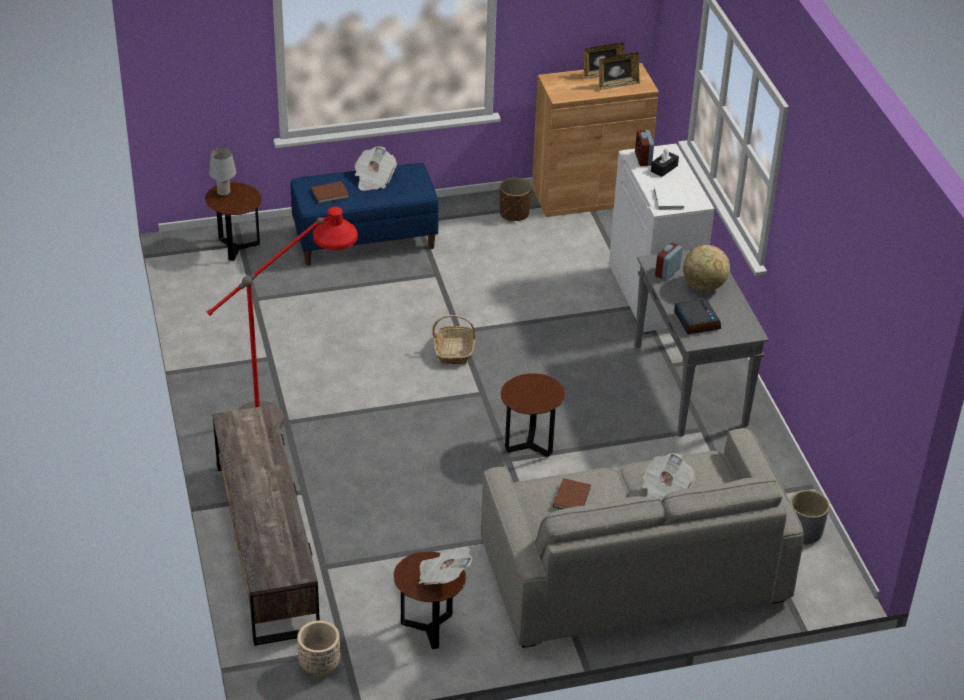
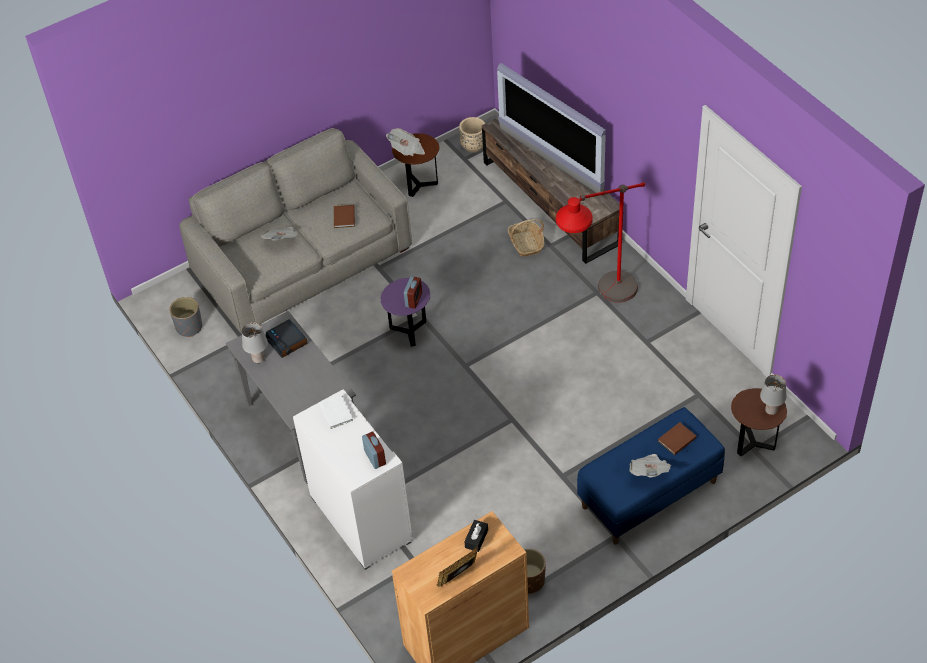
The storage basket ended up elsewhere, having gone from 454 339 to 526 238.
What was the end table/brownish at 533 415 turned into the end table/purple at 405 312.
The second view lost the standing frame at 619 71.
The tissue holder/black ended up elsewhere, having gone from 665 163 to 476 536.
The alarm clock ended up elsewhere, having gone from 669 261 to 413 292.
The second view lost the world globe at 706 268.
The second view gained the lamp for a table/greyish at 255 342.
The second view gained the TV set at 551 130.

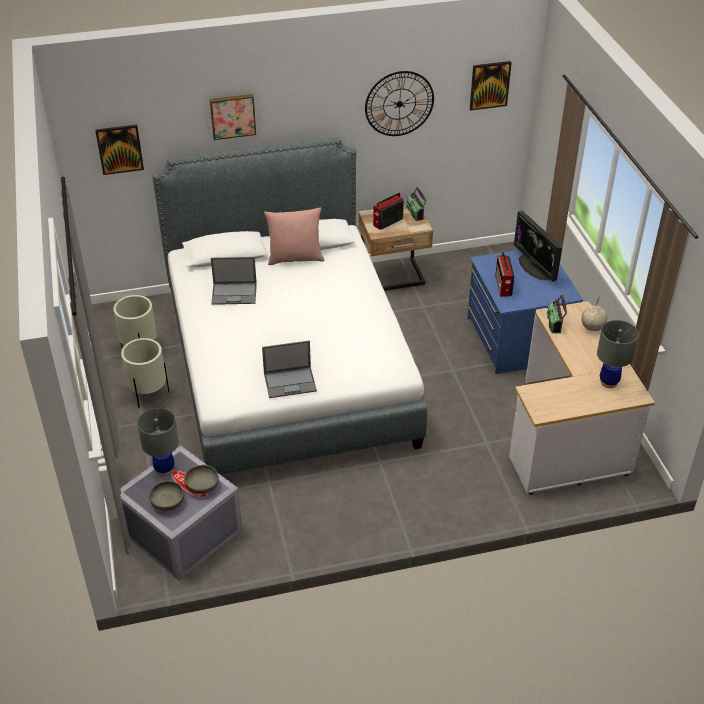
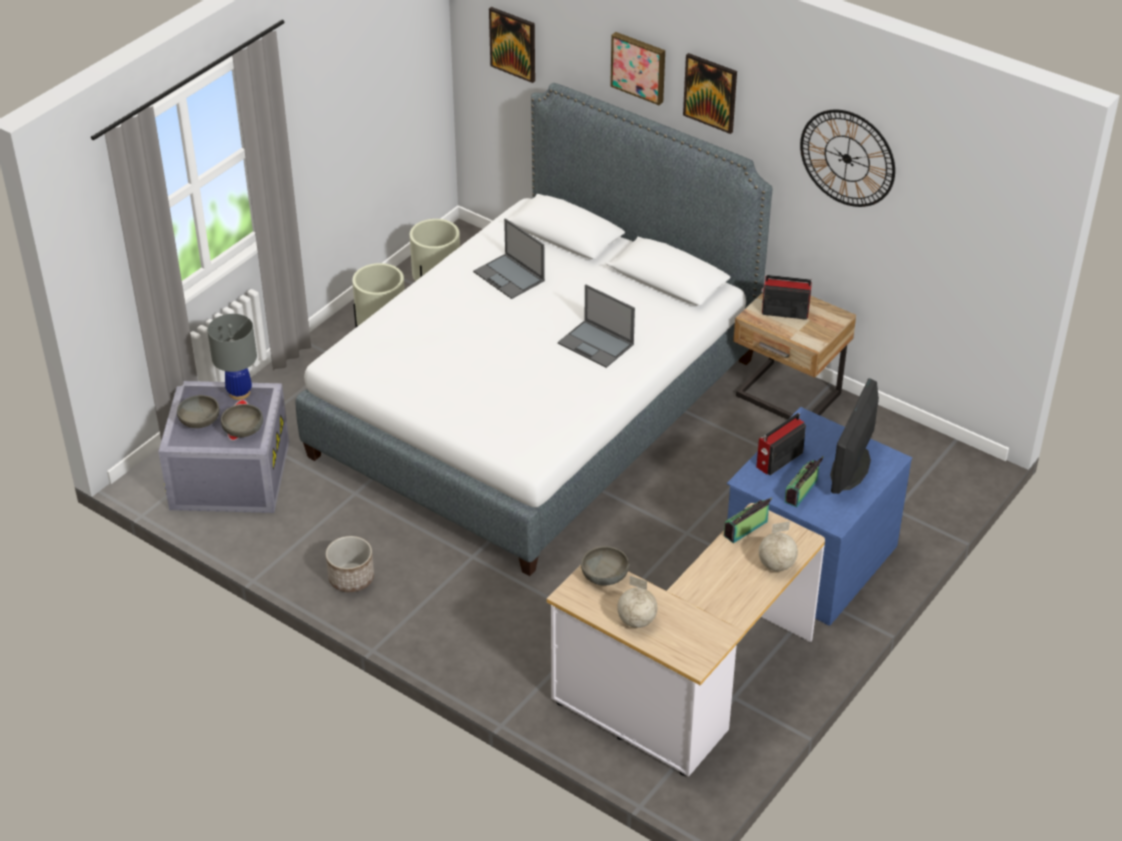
The portable computer ended up elsewhere, having gone from 289 369 to 596 326.
The second view lost the throw pillow/pinkish at 294 236.
The radio ended up elsewhere, having gone from 416 204 to 804 481.
The wall art ended up elsewhere, having gone from 491 85 to 710 93.
The second view lost the lamp for a table/greyish at 618 354.
The second view gained the planter at 350 564.
The second view gained the deep dish/greyish at 605 566.
The second view gained the world globe at 637 602.

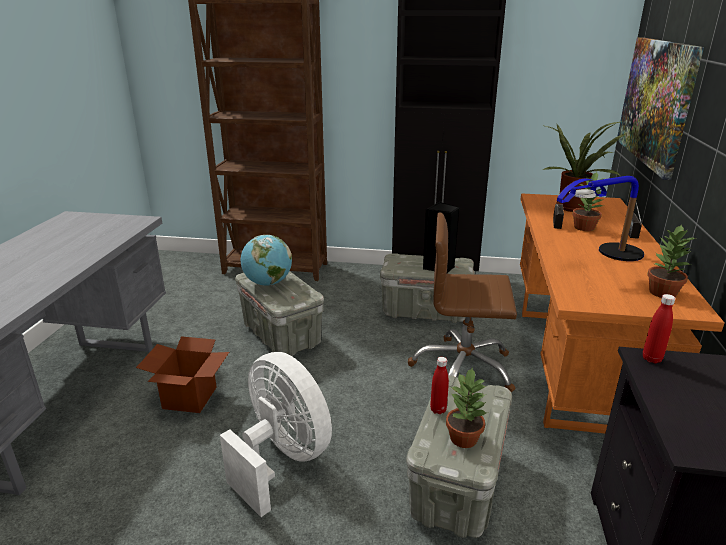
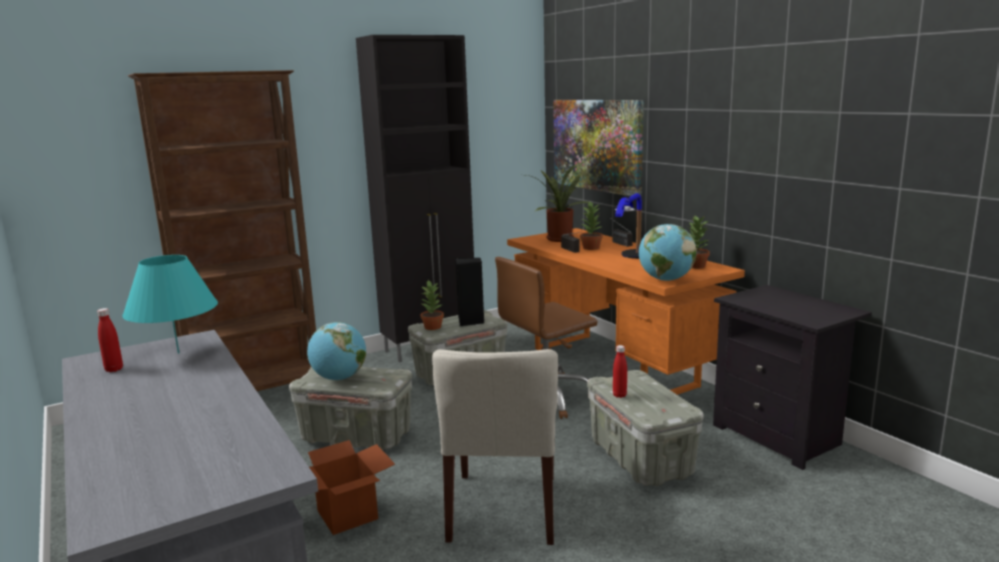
Where the fan/white stood at 276 434, the chair/sand-coloured came to stand at 495 447.
The potted plant ended up elsewhere, having gone from 466 407 to 432 305.
The beverage bottle/red ended up elsewhere, having gone from 659 328 to 110 340.
The second view gained the lamp for a table/blue-green at 170 304.
The second view gained the world globe at 668 252.

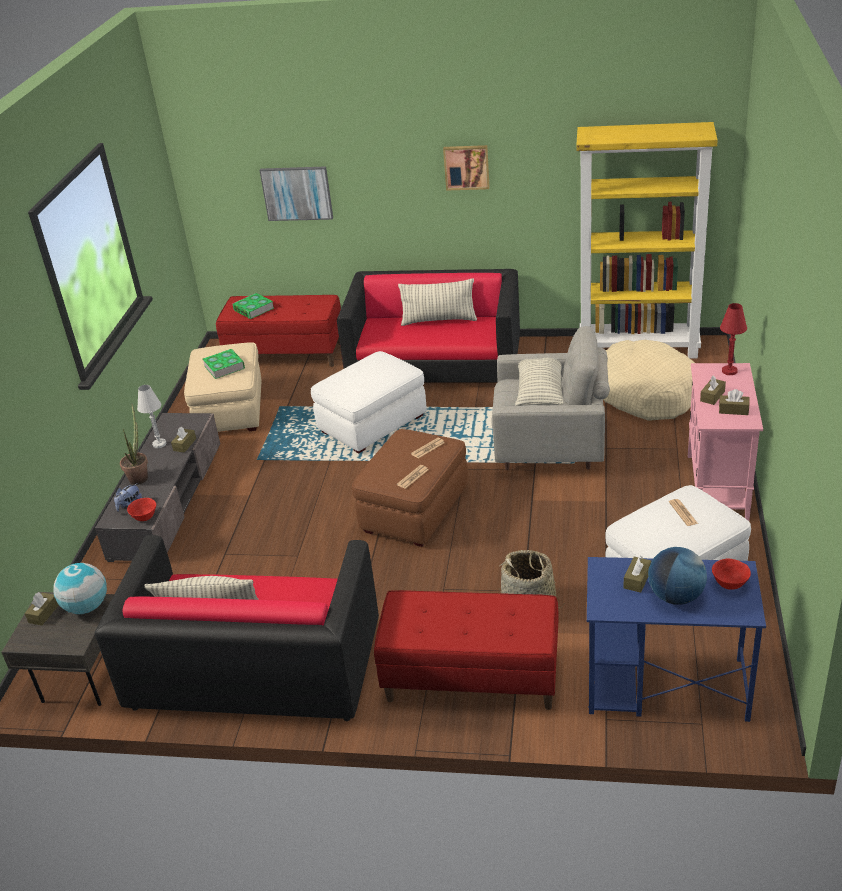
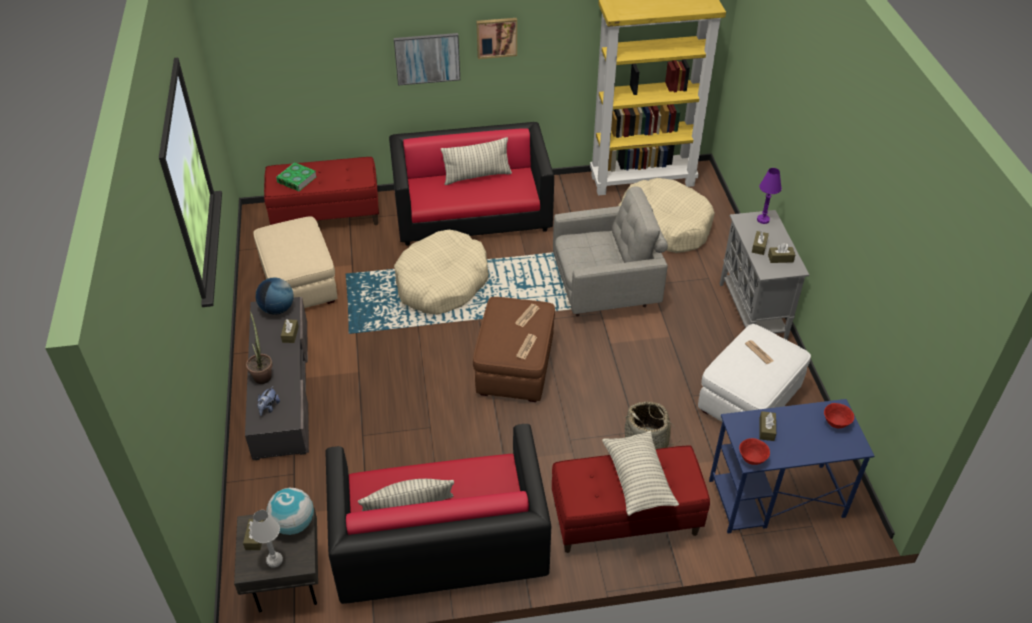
The deep dish/red ended up elsewhere, having gone from 141 509 to 754 451.
The lamp for a table/white ended up elsewhere, having gone from 152 416 to 267 539.
The second view lost the bound book at 224 364.
The wall art ended up elsewhere, having gone from 296 193 to 427 59.
Where the footrest/white stood at 369 402, the pet bed/sand-coloured came to stand at 441 272.
The throw pillow ended up elsewhere, having gone from 539 382 to 640 473.
The world globe ended up elsewhere, having gone from 677 576 to 274 296.
What was the storage cabinet/pinkish at 725 442 turned into the storage cabinet/greyish at 764 275.
What was the lamp for a table/red at 733 339 turned into the lamp for a table/purple at 769 196.

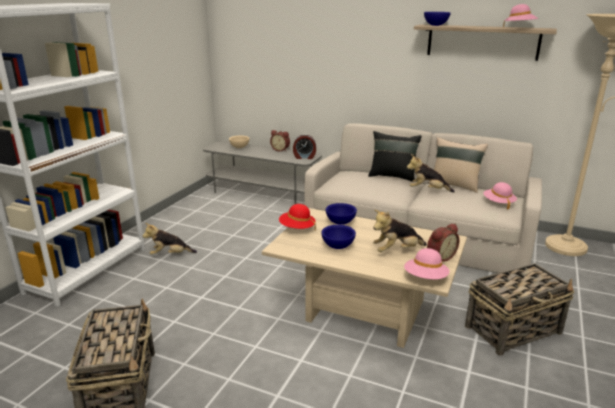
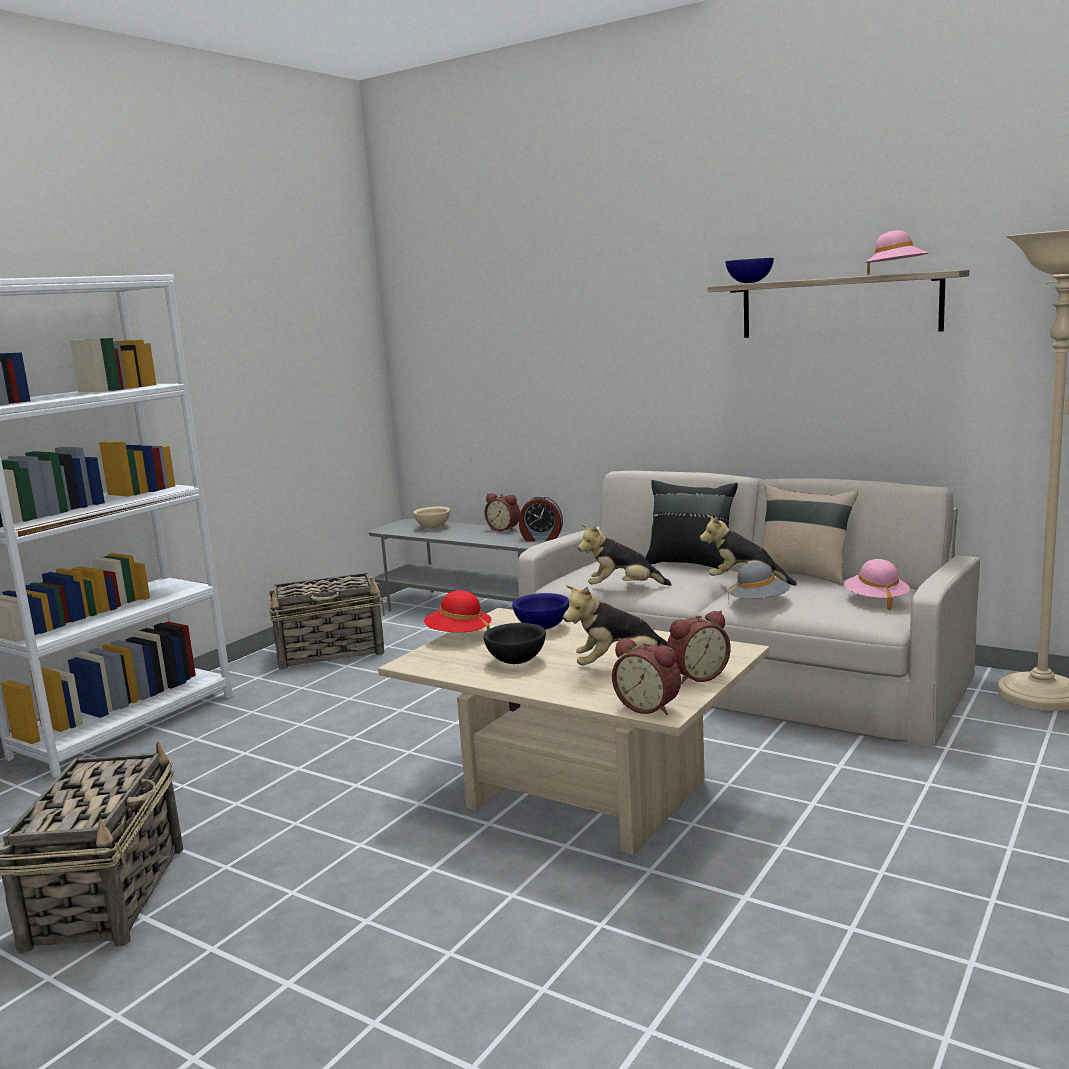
The plush toy ended up elsewhere, having gone from 170 239 to 625 555.
What was the deep dish/bluish at 338 237 turned into the deep dish/black at 514 643.
Where the wearable hat/pinkish stood at 427 263, the alarm clock came to stand at 646 676.
The storage basket ended up elsewhere, having gone from 519 309 to 327 621.
The second view gained the wearable hat/greyish at 759 582.

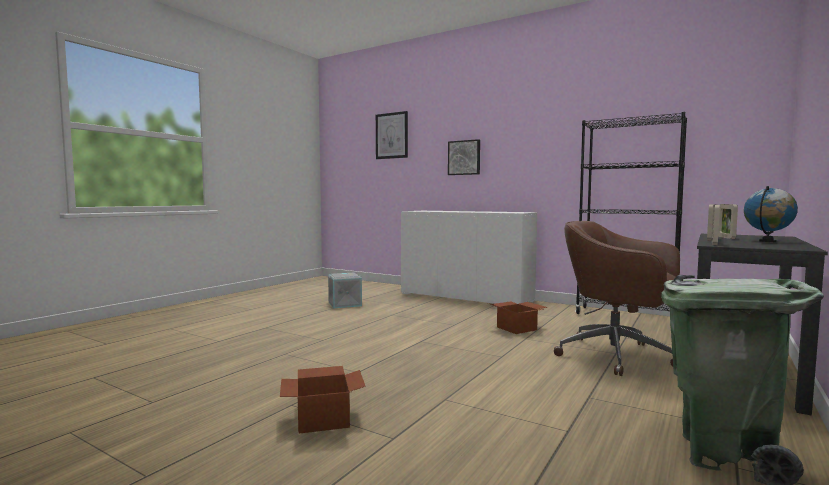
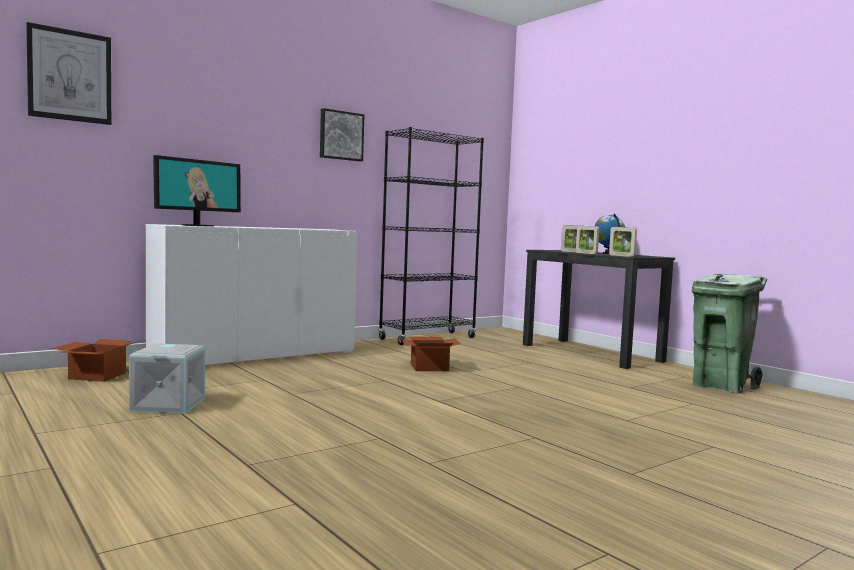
The packing box ended up elsewhere, having gone from 323 400 to 96 360.
The wall art ended up elsewhere, having gone from 464 157 to 342 134.
The second view lost the desk chair/brownish at 617 298.
The second view gained the computer screen at 197 191.

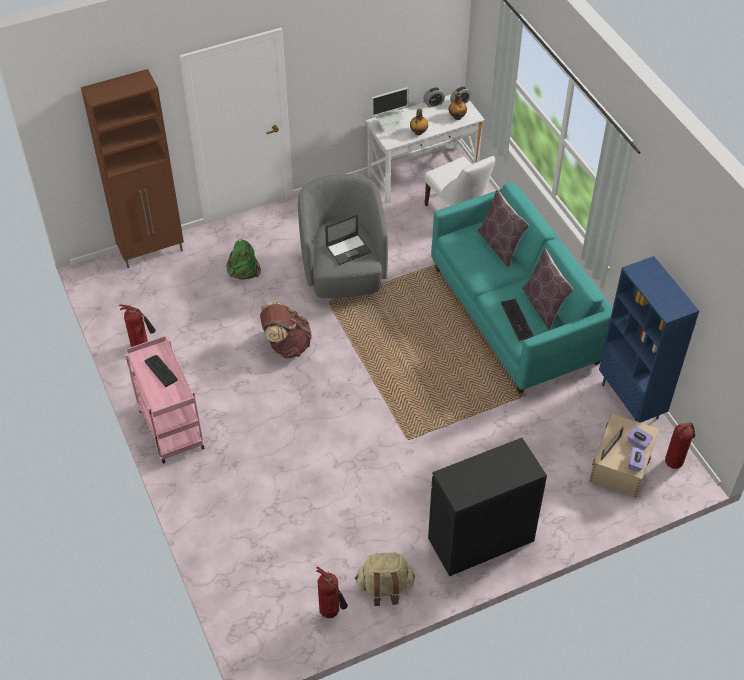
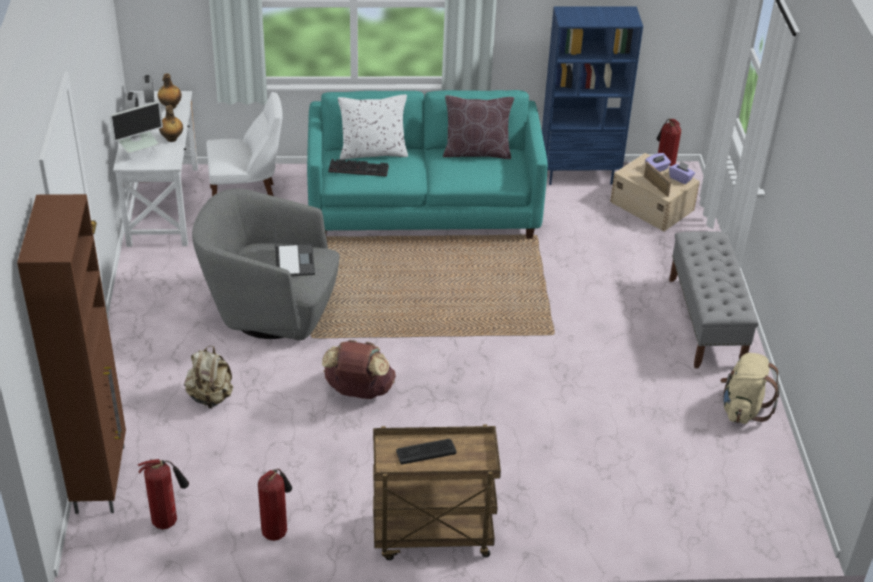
What was the trolley/pinkish at 165 400 turned into the trolley/brownish at 437 492.
What was the knapsack/green-coloured at 243 259 turned into the knapsack/sand-coloured at 208 377.
The fire extinguisher ended up elsewhere, having gone from 332 592 to 163 494.
The computer screen at 390 106 ended up facing another way, 60 degrees clockwise from before.
Where the storage cabinet/black stood at 487 507, the long seat/greyish came to stand at 714 299.
What was the throw pillow/brownish at 503 228 turned into the throw pillow/white at 373 127.
The keyboard ended up elsewhere, having gone from 517 320 to 358 168.

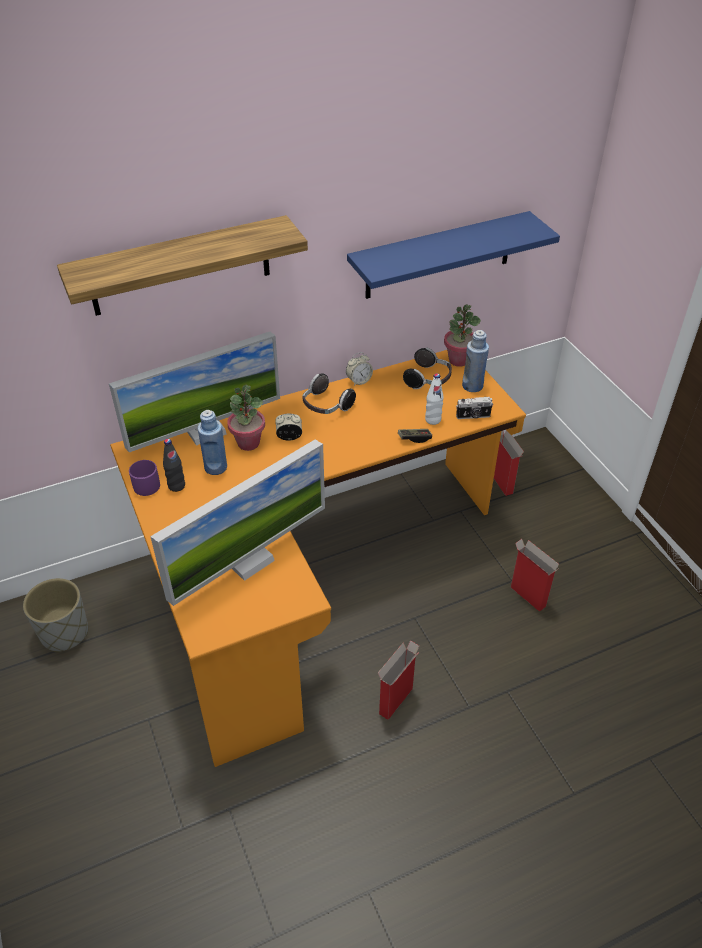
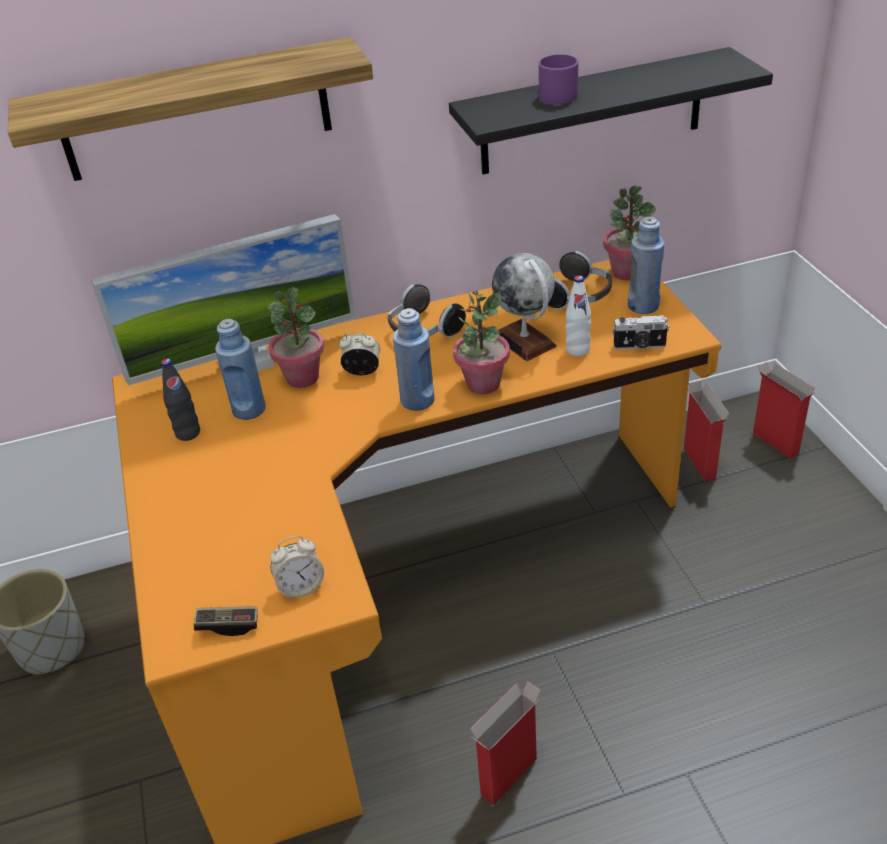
The coffee mug/purple ended up elsewhere, having gone from 144 478 to 558 79.
The second view lost the computer screen at 237 523.
The alarm clock ended up elsewhere, having gone from 359 369 to 297 568.
What was the bracket shelf/bluish at 453 255 turned into the bracket shelf/black at 611 110.
The joypad ended up elsewhere, having gone from 415 436 to 226 621.
The packing box ended up elsewhere, having gone from 535 575 to 784 410.
The second view gained the beverage bottle/bluish at 413 359.
The second view gained the potted plant at 481 341.
The second view gained the world globe at 524 307.

